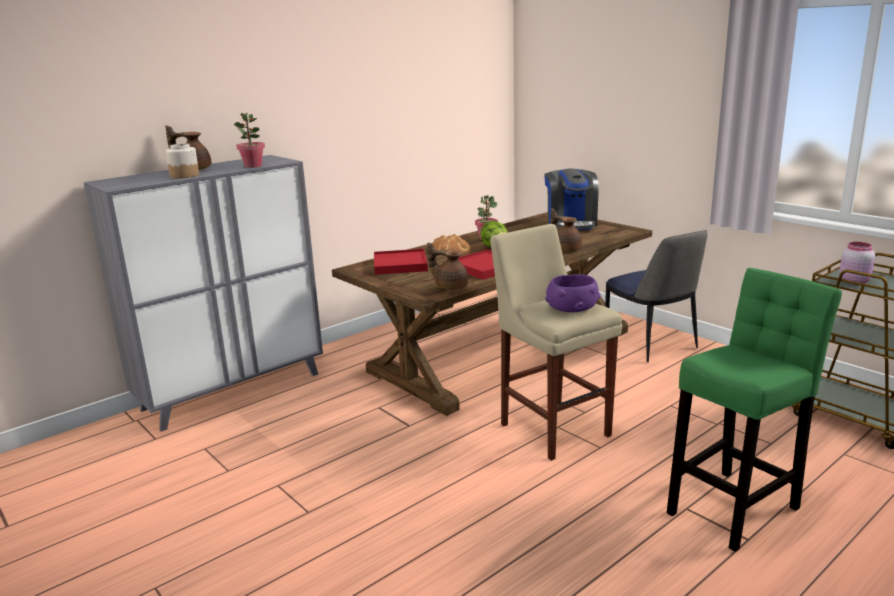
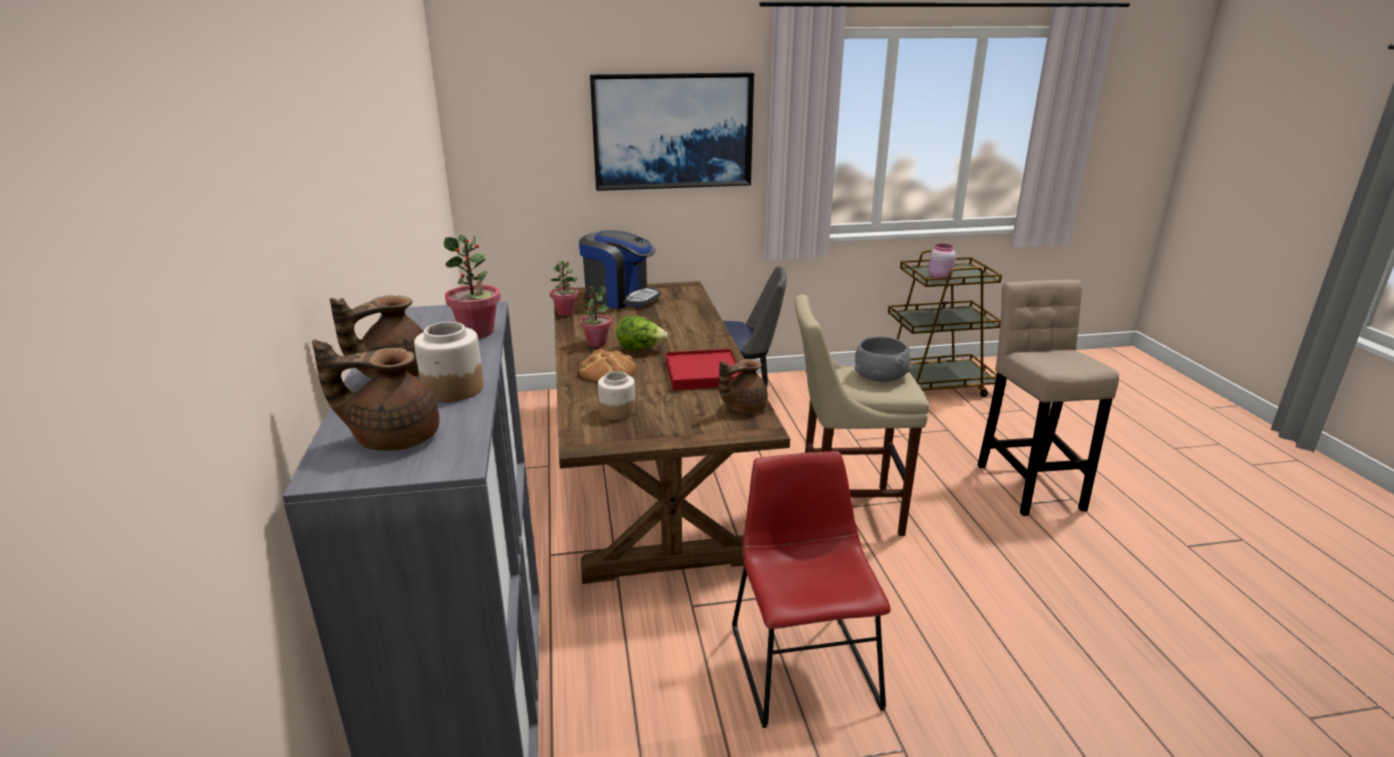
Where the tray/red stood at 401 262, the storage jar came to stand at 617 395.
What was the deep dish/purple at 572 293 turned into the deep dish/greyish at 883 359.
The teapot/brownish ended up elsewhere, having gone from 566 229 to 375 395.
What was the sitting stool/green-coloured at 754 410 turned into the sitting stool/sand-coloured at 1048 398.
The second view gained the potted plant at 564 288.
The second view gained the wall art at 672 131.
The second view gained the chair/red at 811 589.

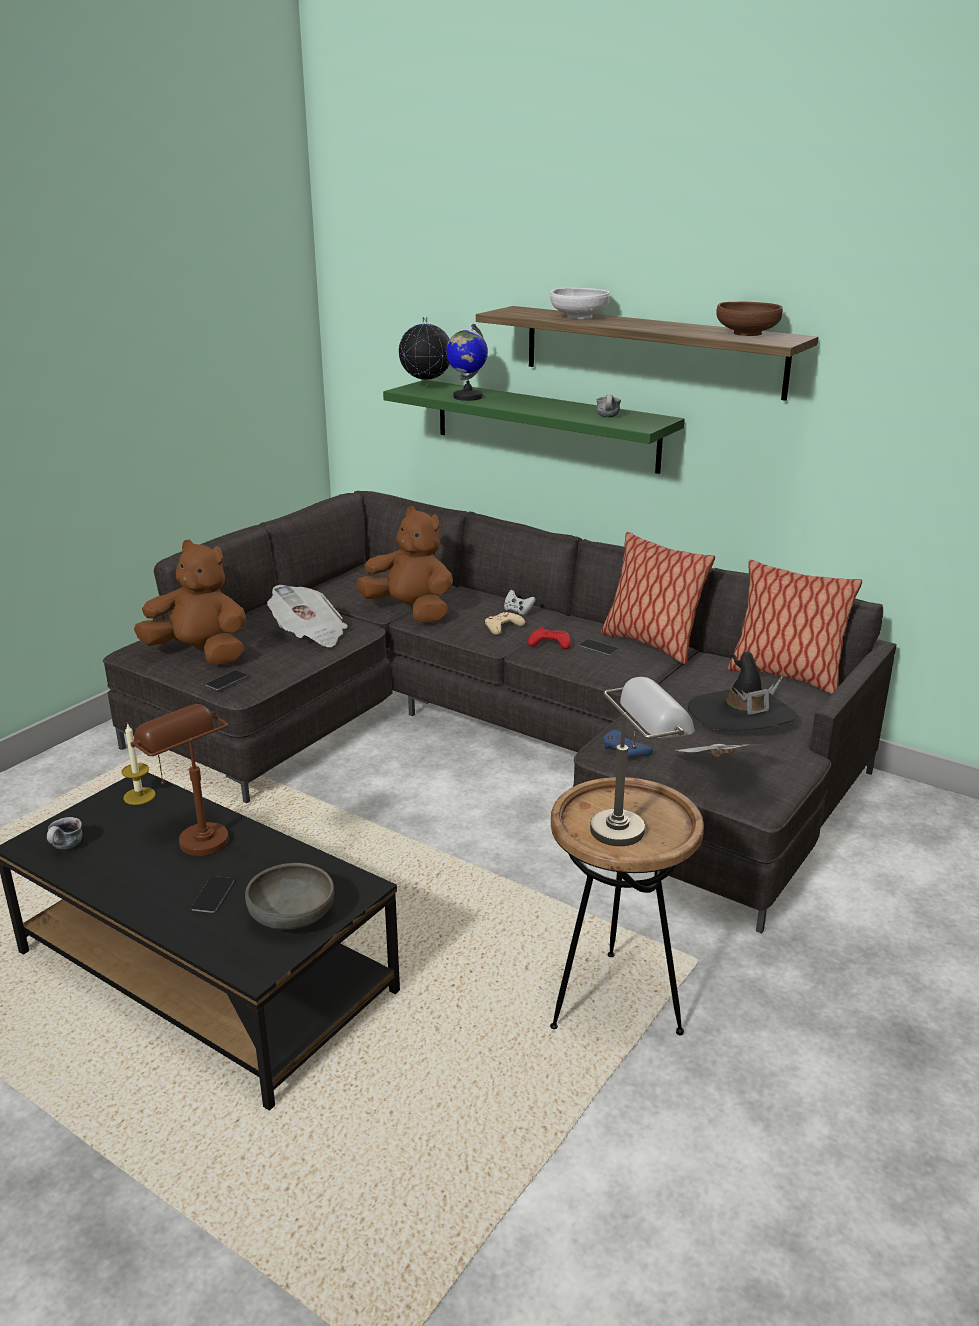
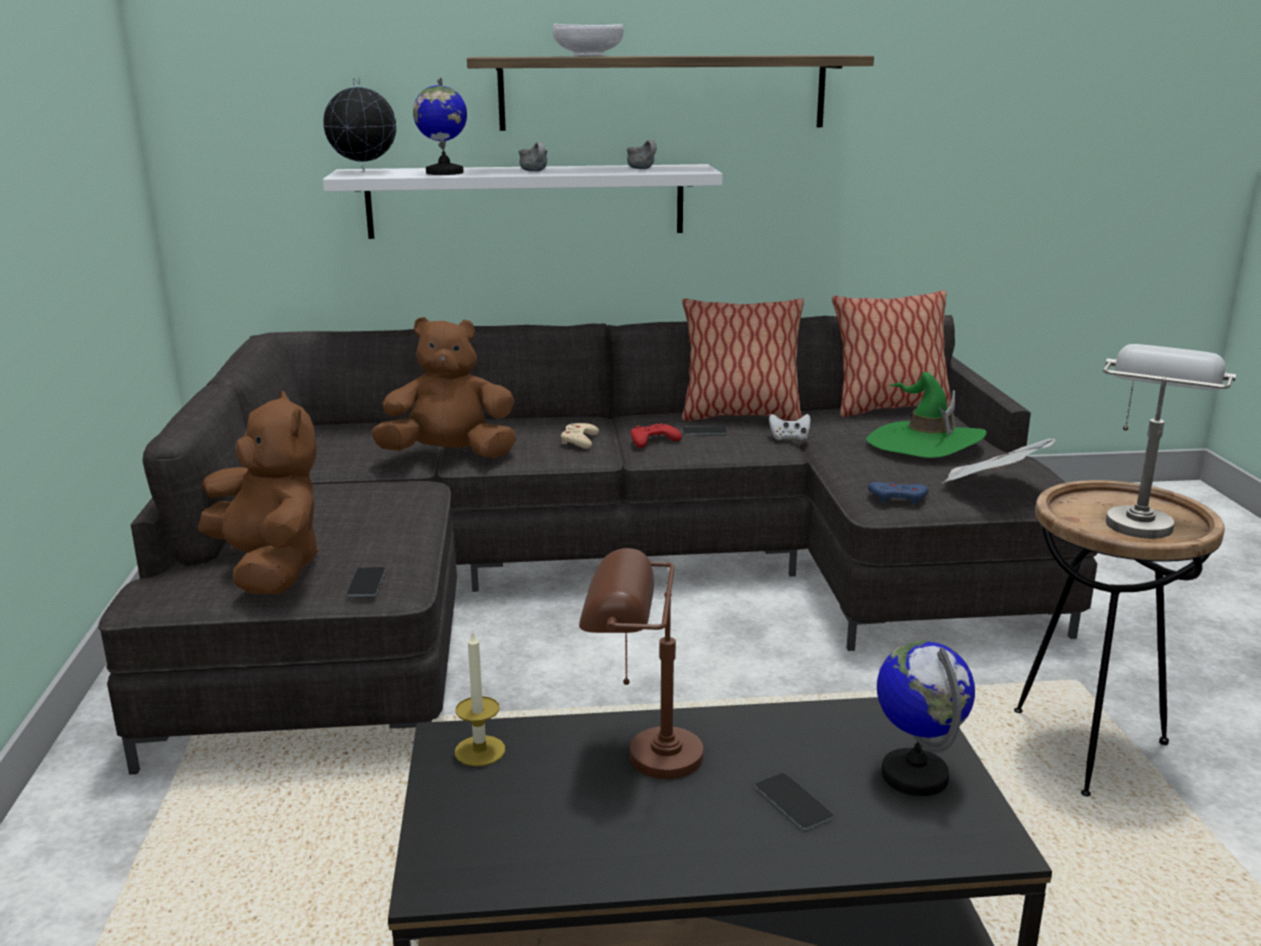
The coffee mug ended up elsewhere, having gone from 64 833 to 532 157.
The plush toy/brownish at 190 602 ended up facing another way, 75 degrees clockwise from before.
Where the deep dish/greyish stood at 289 896, the world globe came to stand at 926 718.
The second view lost the printed paper at 307 616.
What was the bracket shelf/green-coloured at 534 427 turned into the bracket shelf/white at 523 201.
The joypad/white ended up elsewhere, having gone from 520 602 to 790 427.
What was the wearable hat/black at 743 691 turned into the wearable hat/green-coloured at 926 415.
The second view lost the deep dish/brownish at 749 319.

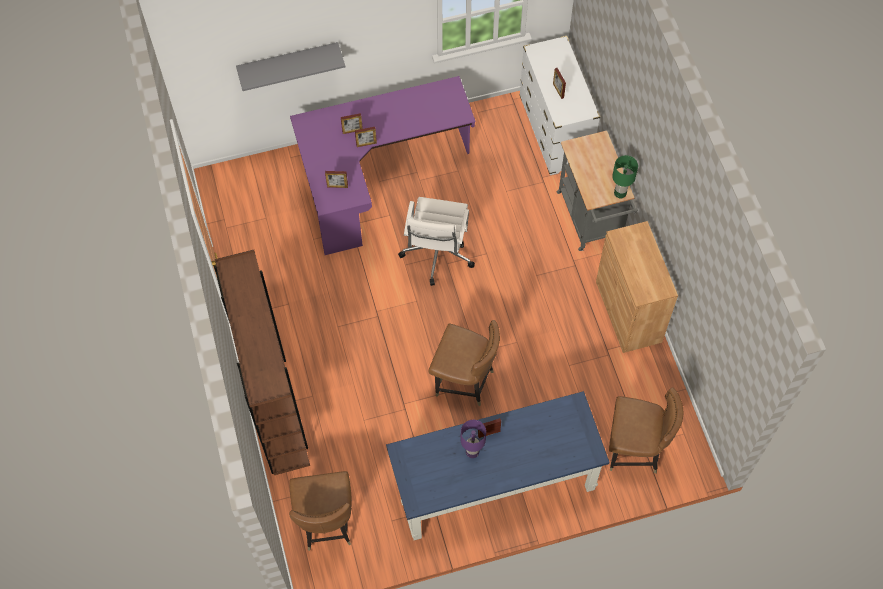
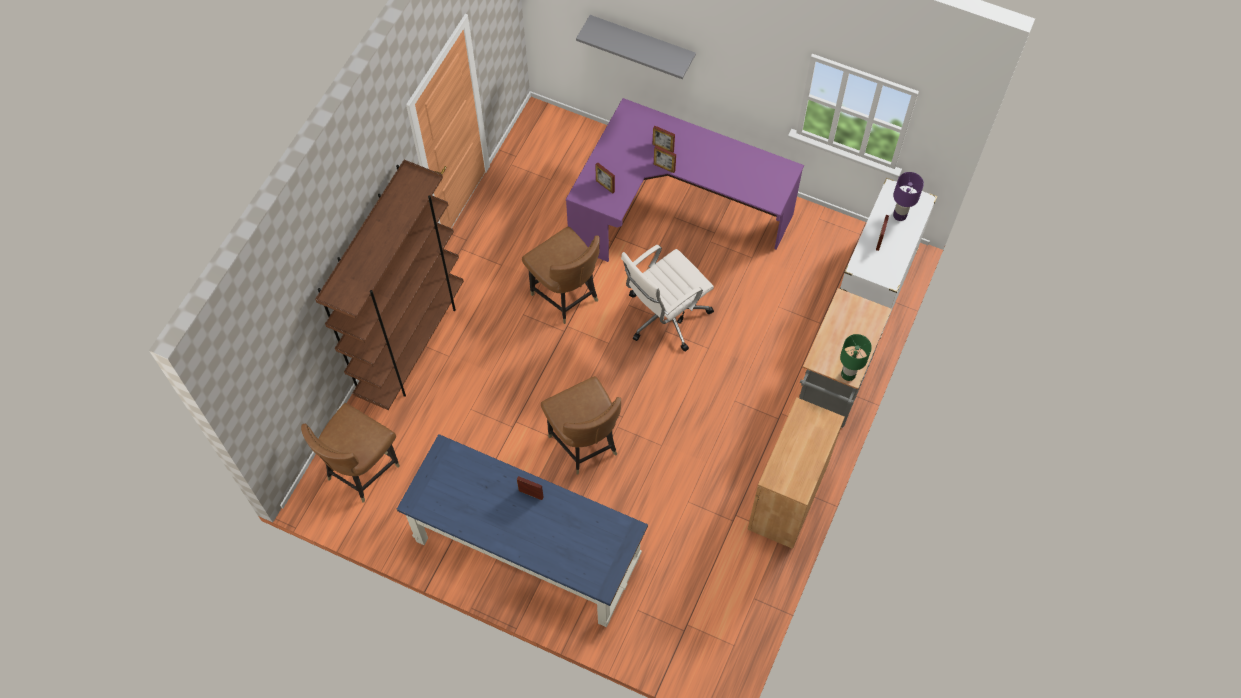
The lamp for a table/purple ended up elsewhere, having gone from 473 439 to 908 196.
The chair/brownish ended up elsewhere, having gone from 646 431 to 561 275.

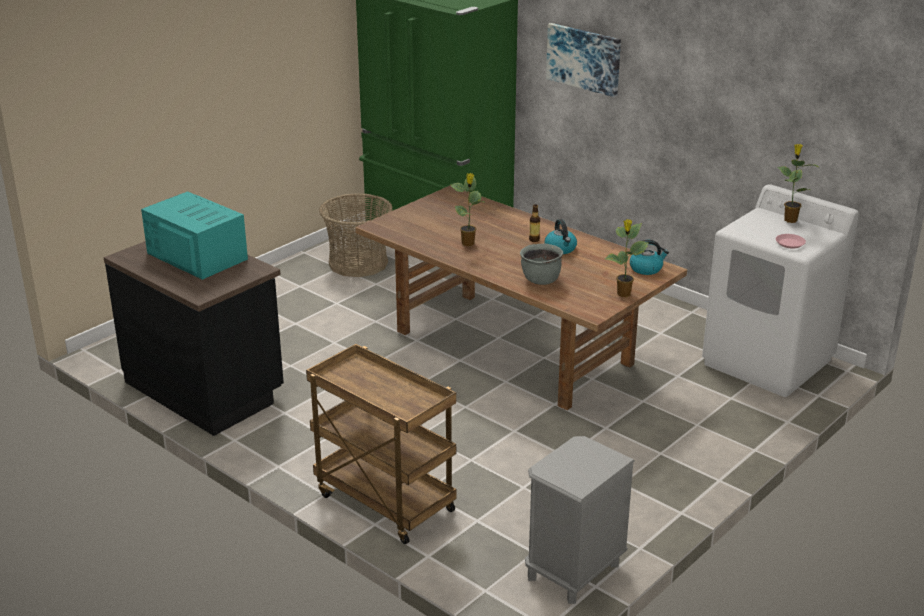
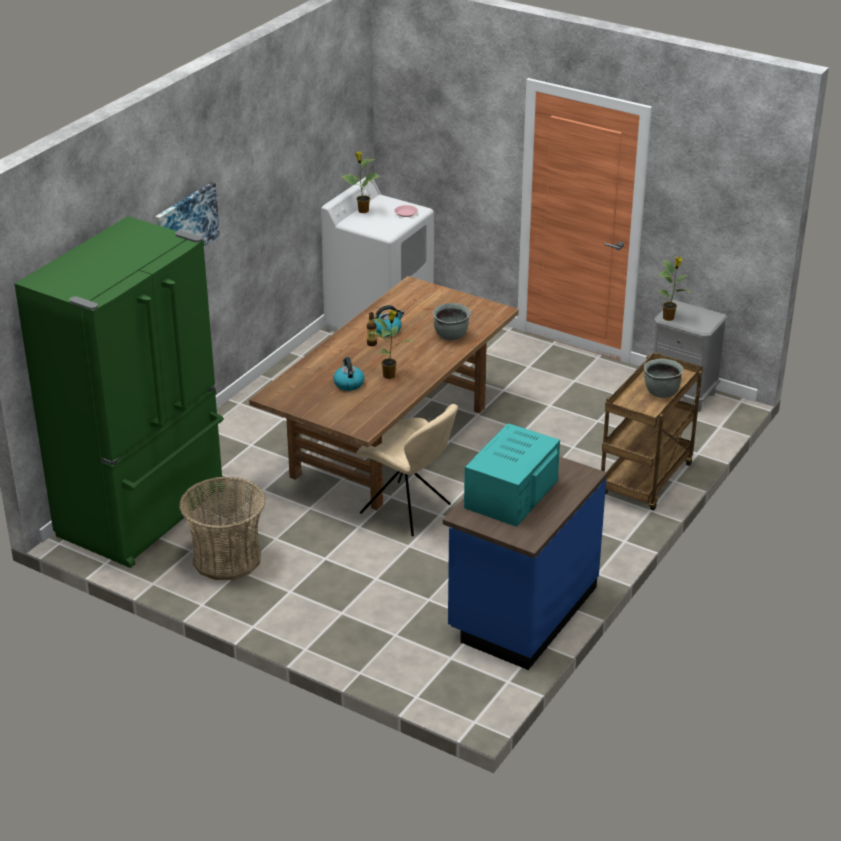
What was the kitchen base unit/black at 194 338 turned into the kitchen base unit/bluish at 525 563.
The potted plant ended up elsewhere, having gone from 627 258 to 674 289.
The water kettle ended up elsewhere, having gone from 649 257 to 348 374.
The second view gained the chair/sand-coloured at 407 470.
The second view gained the stockpot/greyish at 663 378.

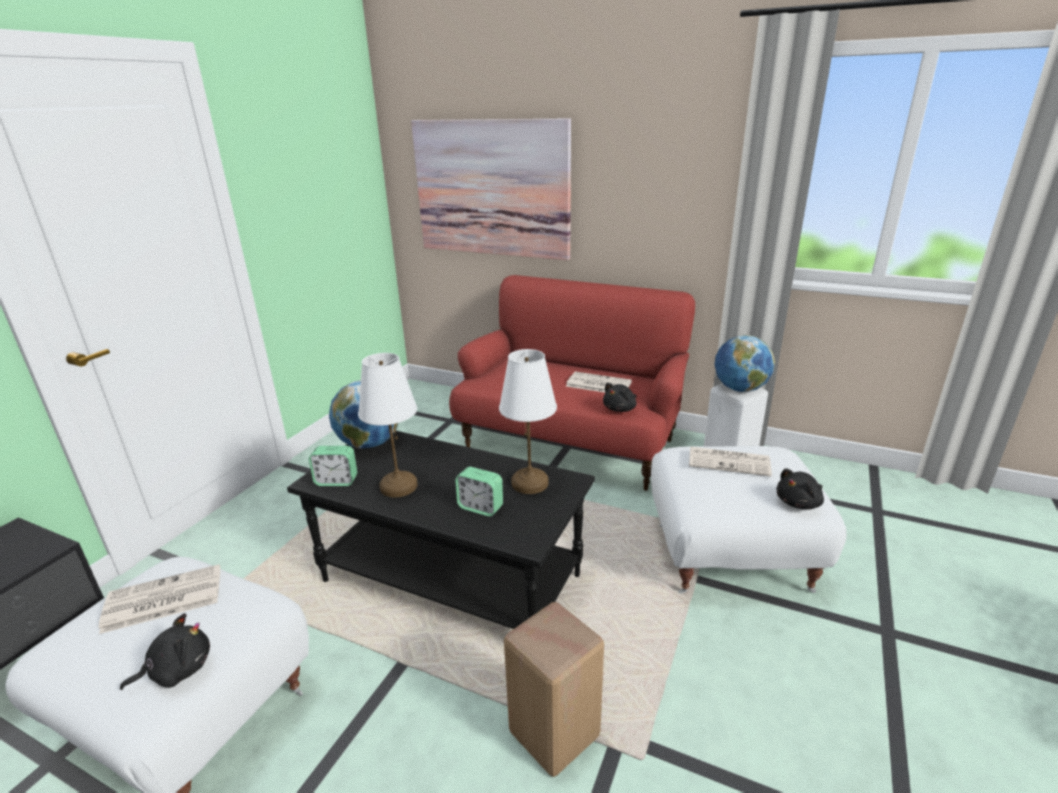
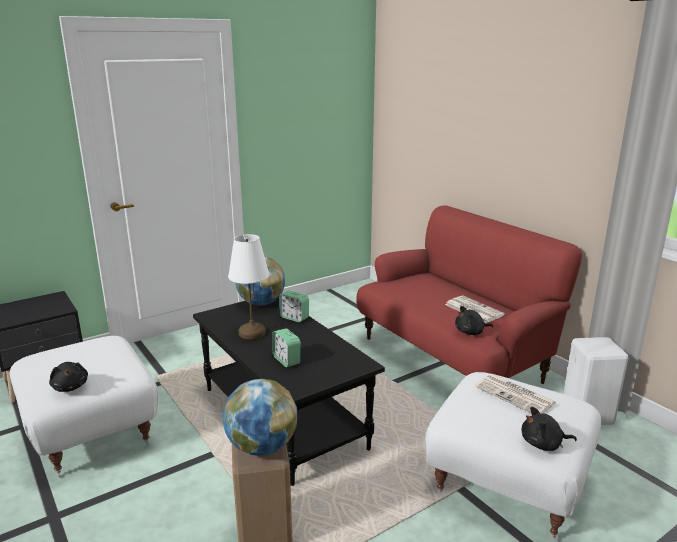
The second view lost the printed paper at 159 599.
The plush toy/black at 165 651 ended up facing another way, 60 degrees clockwise from before.
The alarm clock ended up elsewhere, having gone from 333 466 to 294 306.
The second view lost the wall art at 491 189.
The second view lost the lamp for a table/white at 528 421.
The world globe ended up elsewhere, having gone from 744 363 to 259 417.

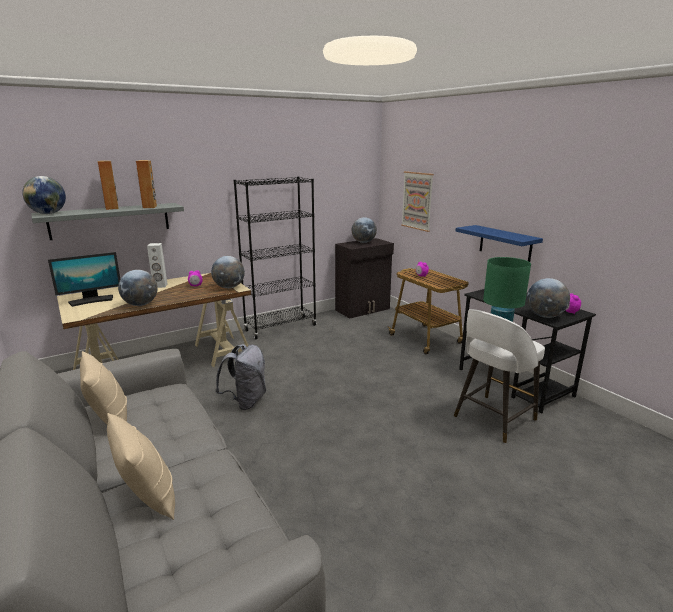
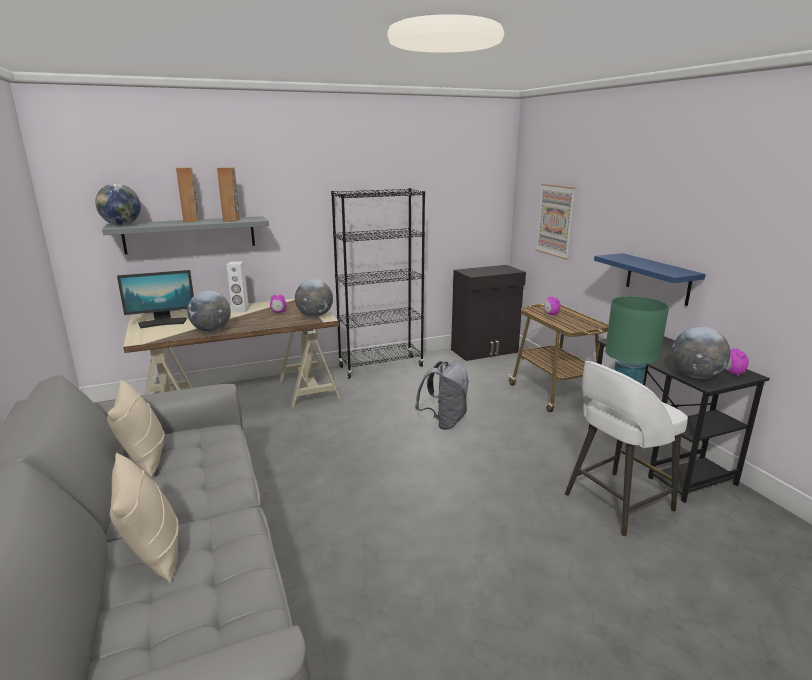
The knapsack/greyish ended up elsewhere, having gone from 240 377 to 442 395.
The second view lost the world globe at 364 230.

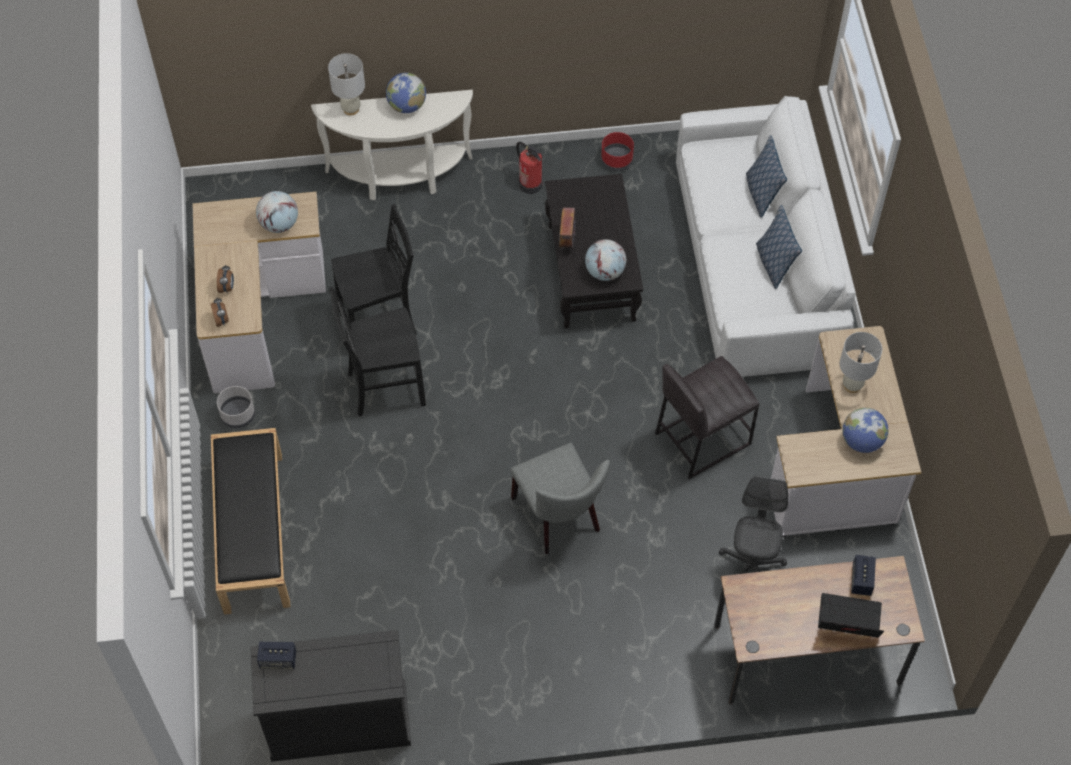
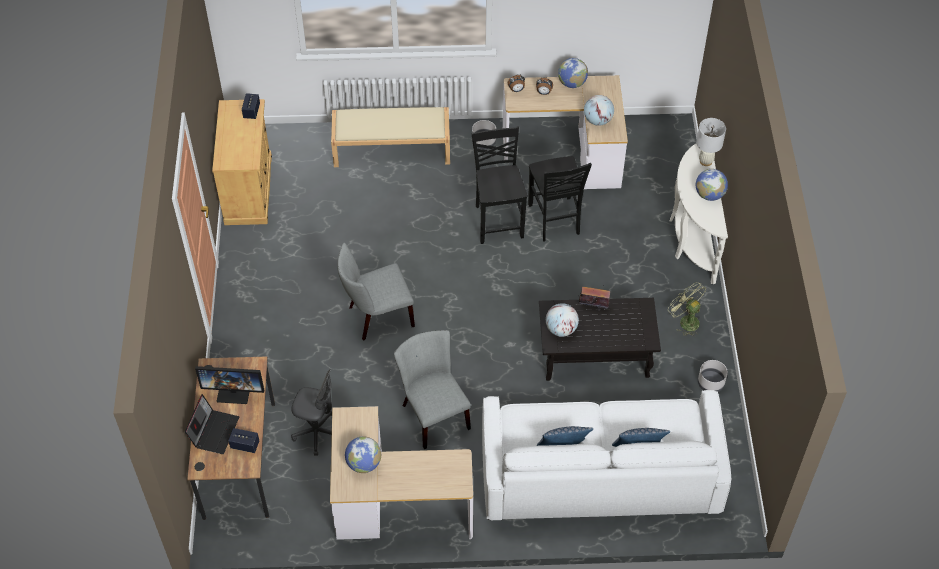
What was the long seat/black at 250 521 turned into the long seat/sand-coloured at 390 137.
What was the storage cabinet/black at 331 696 turned into the storage cabinet/sand-coloured at 242 162.
Where the fire extinguisher stood at 529 168, the fan/green-coloured came to stand at 687 309.
What was the planter/red at 617 151 turned into the planter/greyish at 713 376.
Where the sitting stool/greyish stood at 707 417, the chair/greyish came to stand at 432 389.
The second view lost the lamp for a table/white at 861 362.
The second view gained the computer screen at 229 385.
The second view gained the world globe at 573 73.

